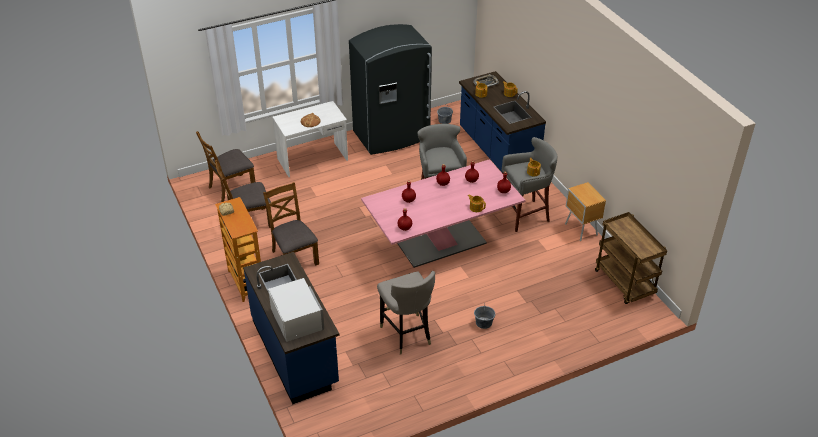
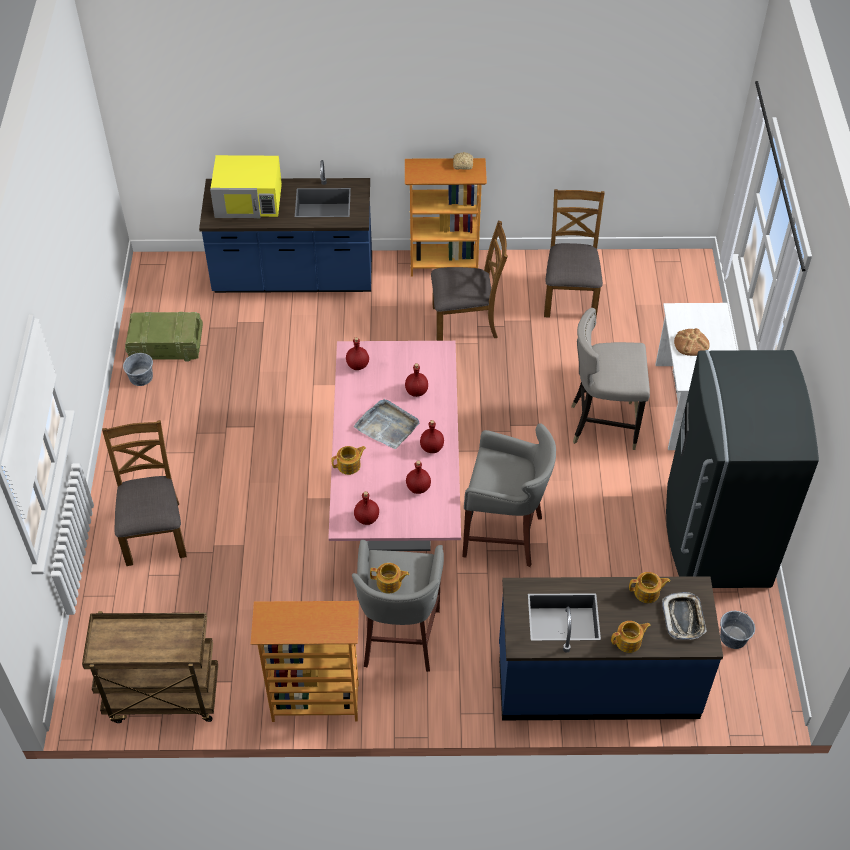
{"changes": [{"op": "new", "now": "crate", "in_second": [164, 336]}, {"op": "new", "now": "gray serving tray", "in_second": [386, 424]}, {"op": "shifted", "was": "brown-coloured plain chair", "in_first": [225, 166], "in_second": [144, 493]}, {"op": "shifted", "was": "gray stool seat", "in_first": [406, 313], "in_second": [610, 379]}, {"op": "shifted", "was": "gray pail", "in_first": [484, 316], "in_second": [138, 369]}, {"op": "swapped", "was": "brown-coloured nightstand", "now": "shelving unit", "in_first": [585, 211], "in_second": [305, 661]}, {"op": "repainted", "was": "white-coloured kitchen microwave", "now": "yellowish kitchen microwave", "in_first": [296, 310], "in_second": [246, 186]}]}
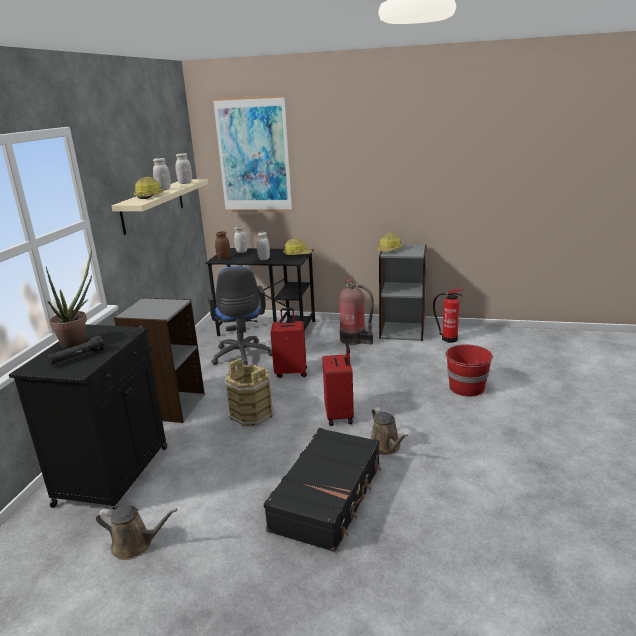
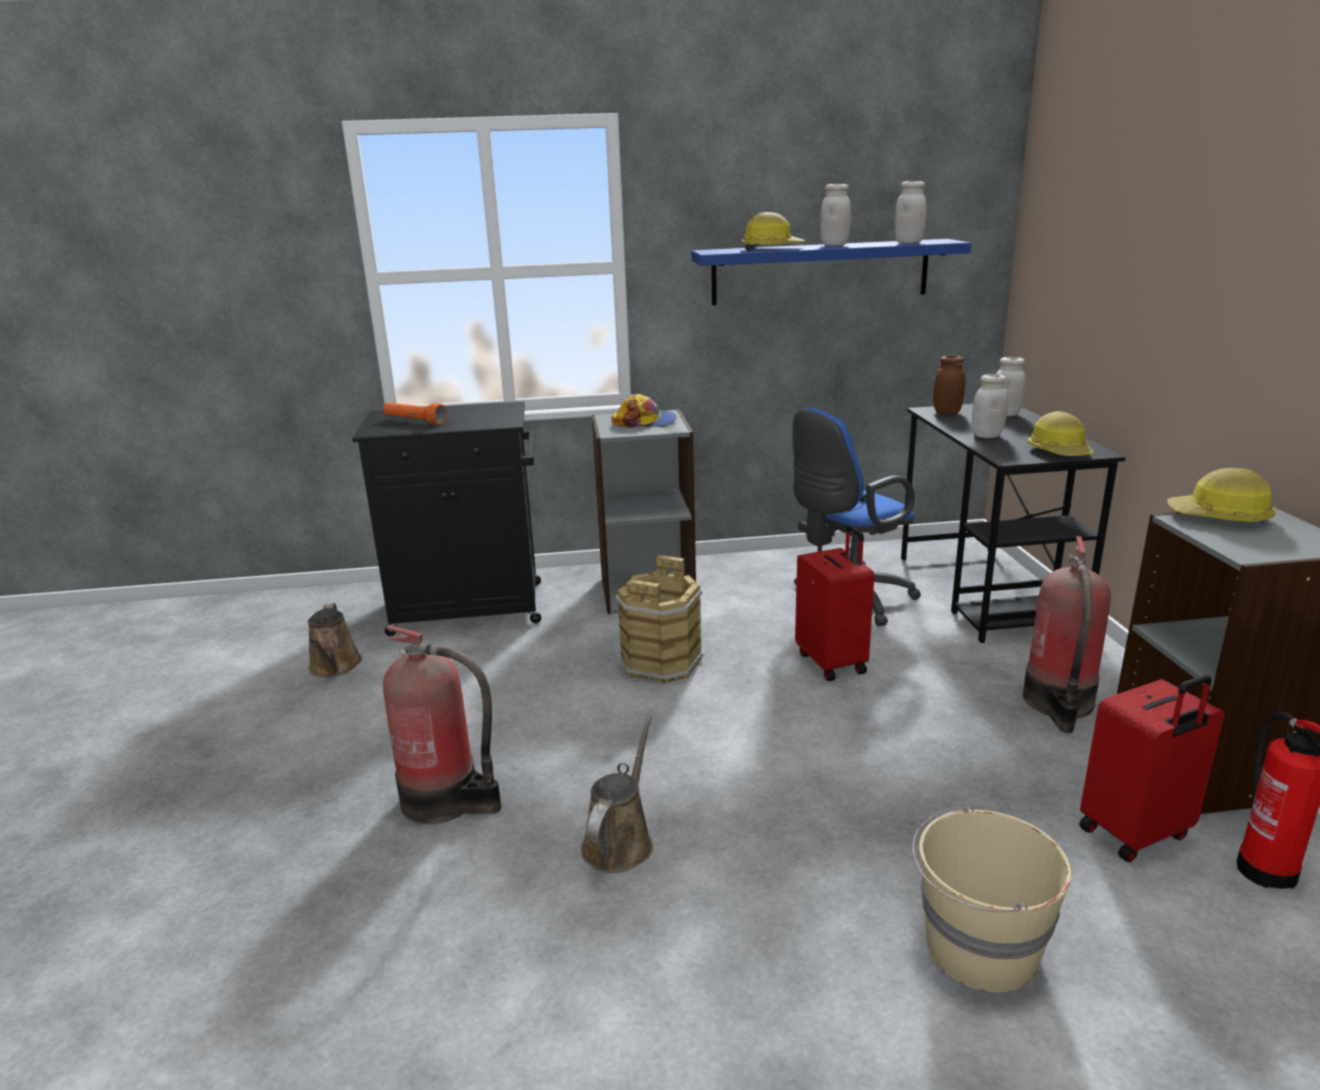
{"changes": [{"op": "gone", "was": "potted plant", "in_first": [69, 299]}, {"op": "gone", "was": "picture", "in_first": [252, 153]}, {"op": "new", "now": "peaked cap", "in_second": [644, 411]}, {"op": "shifted", "was": "red piece of luggage", "in_first": [338, 384], "in_second": [1151, 768]}, {"op": "swapped", "was": "blackish piece of luggage", "now": "extinguisher", "in_first": [322, 490], "in_second": [442, 724]}, {"op": "repainted", "was": "blackish flashlight", "now": "orange-coloured flashlight", "in_first": [76, 349], "in_second": [415, 414]}, {"op": "repainted", "was": "beige shelf", "now": "bluish shelf", "in_first": [160, 207], "in_second": [831, 272]}, {"op": "repainted", "was": "red pail", "now": "beige pail", "in_first": [469, 370], "in_second": [992, 899]}, {"op": "rotated", "was": "brown-coloured watering can", "in_first": [389, 431], "in_second": [617, 794], "clockwise": 150}]}
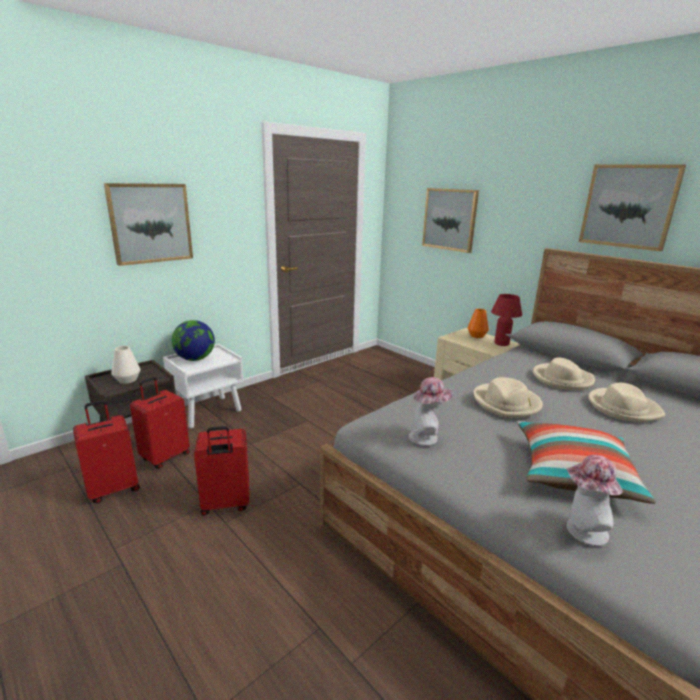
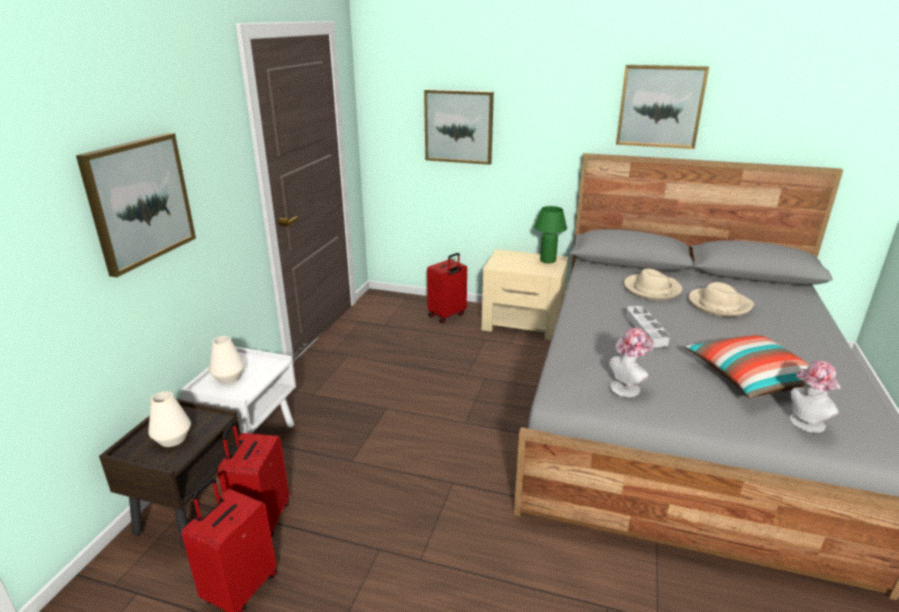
{"changes": [{"op": "gone", "was": "orange-coloured flower vase", "in_first": [478, 323]}, {"op": "shifted", "was": "red piece of luggage", "in_first": [221, 471], "in_second": [447, 288]}, {"op": "swapped", "was": "desk globe", "now": "white-coloured flower vase", "in_first": [193, 340], "in_second": [226, 360]}, {"op": "swapped", "was": "beige clothing hat", "now": "gray serving tray", "in_first": [508, 397], "in_second": [648, 326]}, {"op": "repainted", "was": "red table lamp", "now": "green-coloured table lamp", "in_first": [506, 320], "in_second": [550, 234]}]}
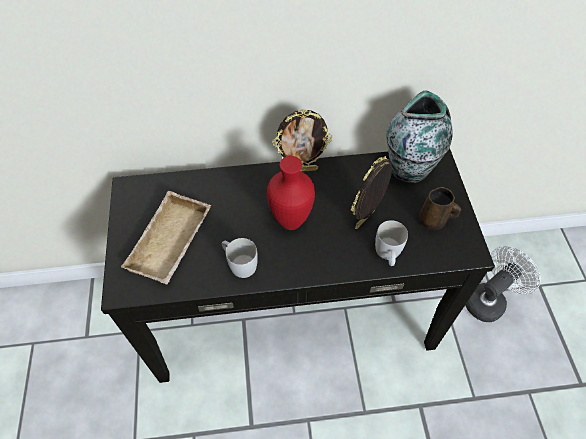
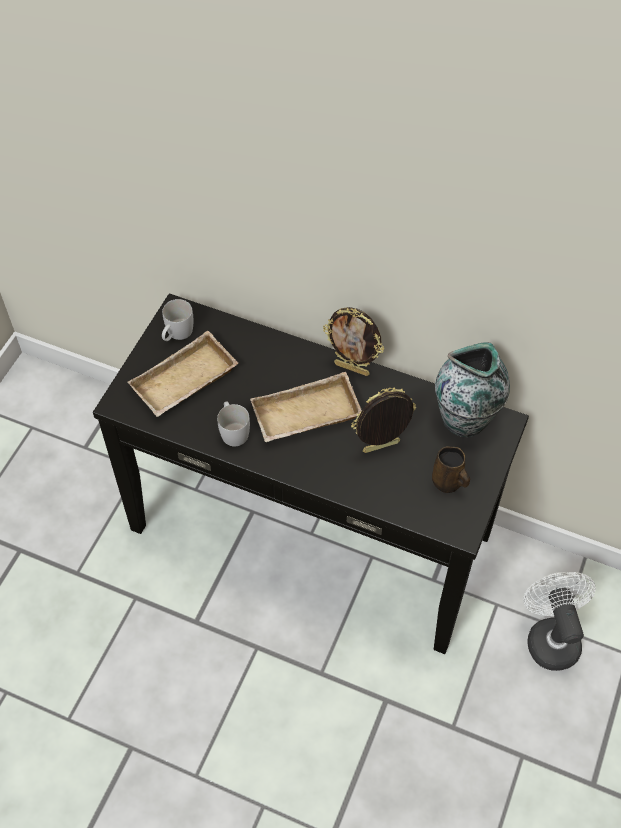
{"changes": [{"op": "shifted", "was": "white-coloured mug", "in_first": [391, 243], "in_second": [177, 320]}, {"op": "swapped", "was": "red flower vase", "now": "beige serving tray", "in_first": [291, 193], "in_second": [306, 407]}, {"op": "rotated", "was": "white-coloured electric fan", "in_first": [503, 284], "in_second": [559, 621], "clockwise": -90}]}
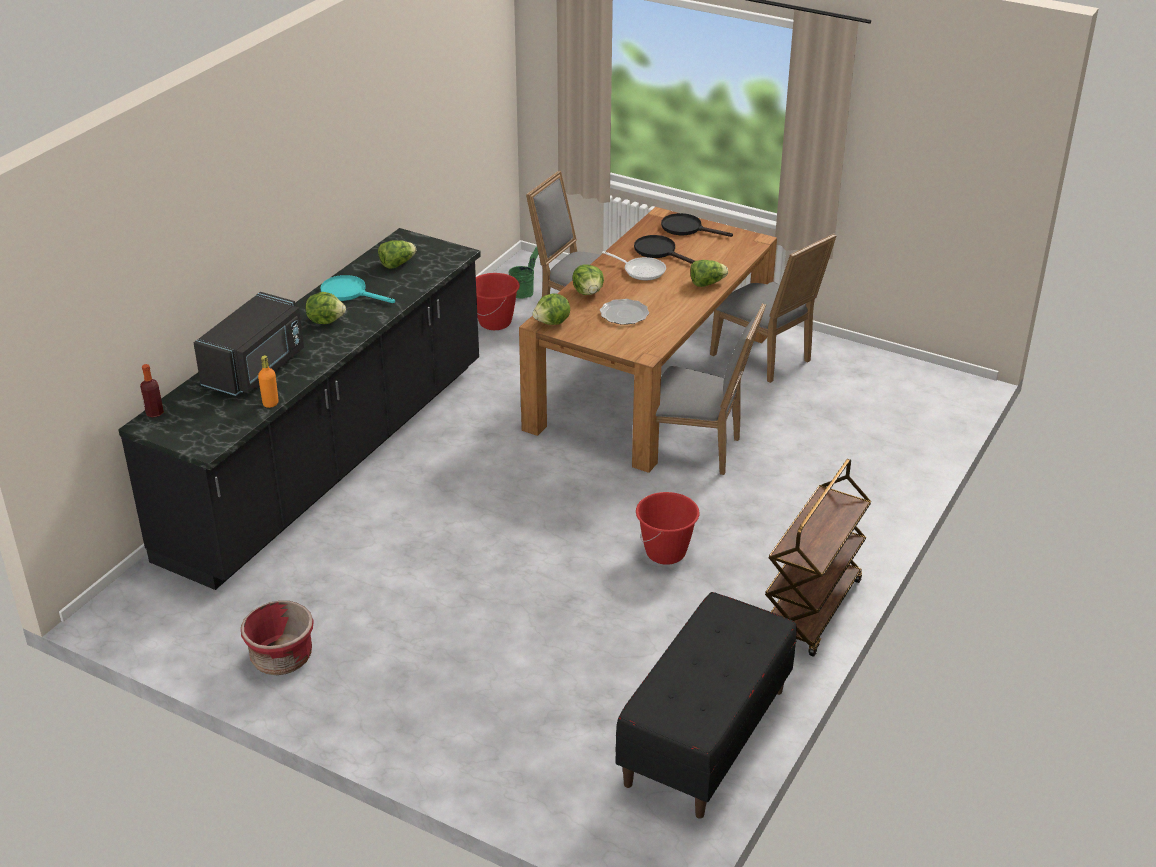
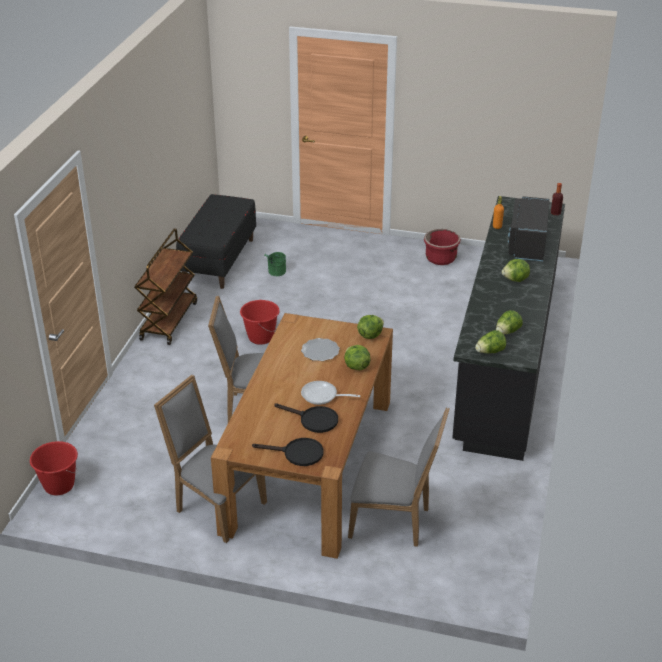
{"changes": [{"op": "gone", "was": "turquoise pan", "in_first": [357, 289]}, {"op": "shifted", "was": "red pail", "in_first": [498, 301], "in_second": [54, 468]}, {"op": "shifted", "was": "green-coloured pail", "in_first": [523, 273], "in_second": [275, 264]}, {"op": "shifted", "was": "lettuce", "in_first": [709, 273], "in_second": [490, 341]}]}
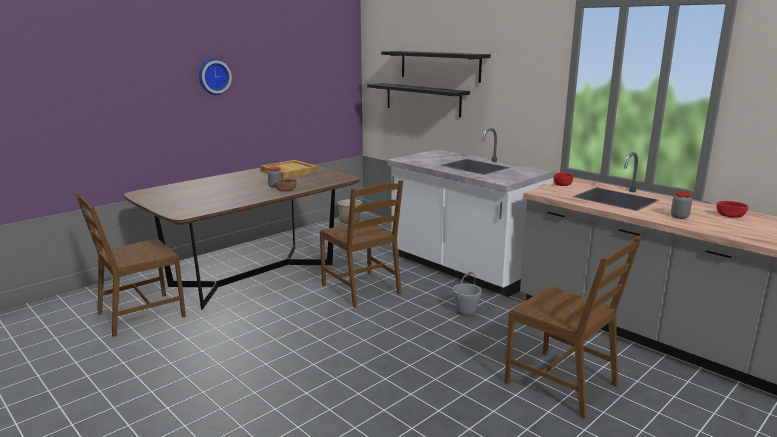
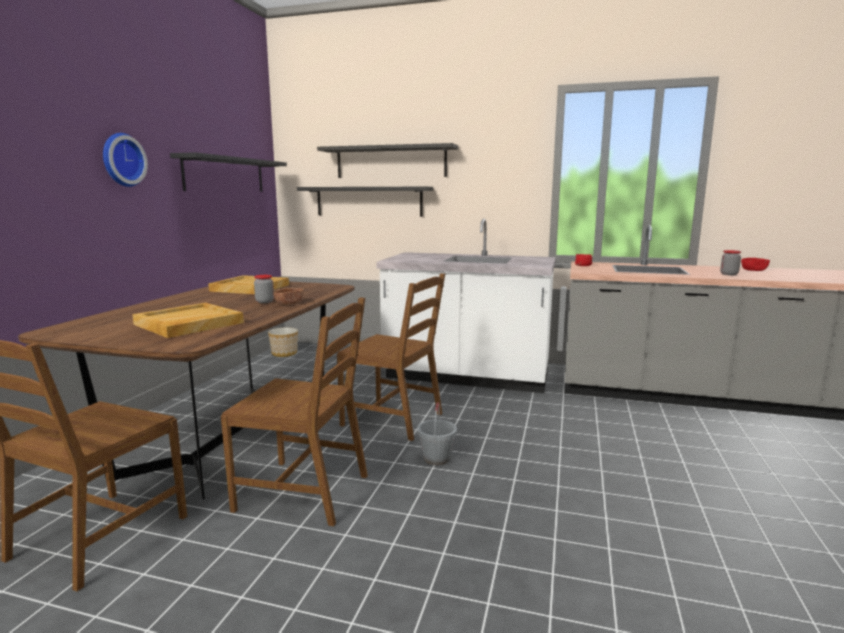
{"changes": [{"op": "new", "now": "beige serving tray", "in_second": [188, 320]}, {"op": "new", "now": "blackish shelf", "in_second": [228, 172]}, {"op": "shifted", "was": "gray pail", "in_first": [467, 293], "in_second": [437, 433]}, {"op": "shifted", "was": "brown-coloured plain chair", "in_first": [572, 328], "in_second": [294, 411]}]}
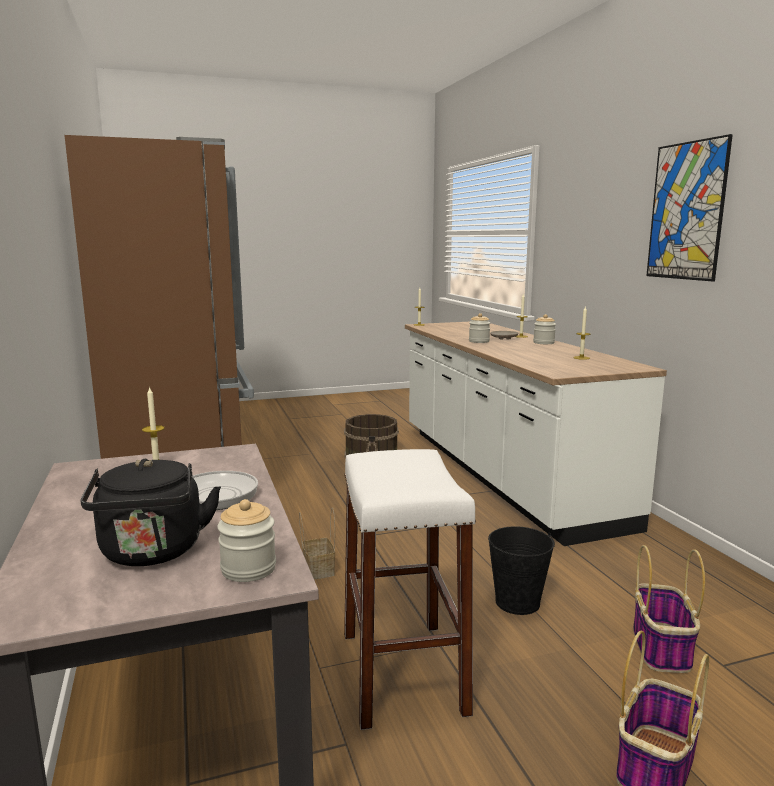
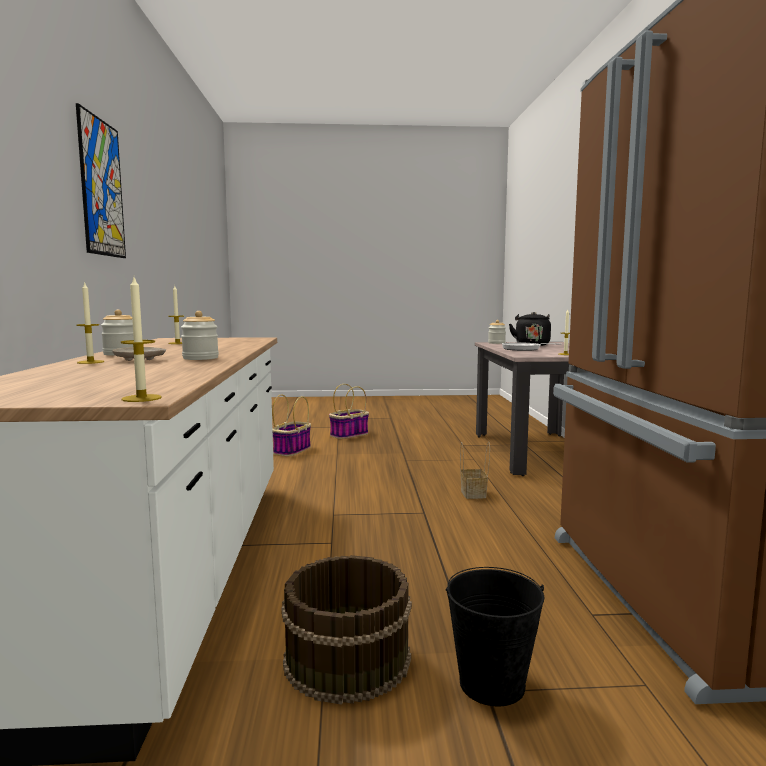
{"changes": [{"op": "gone", "was": "white-coloured stool seat", "in_first": [410, 589]}, {"op": "shifted", "was": "blackish pail", "in_first": [521, 570], "in_second": [494, 636]}]}
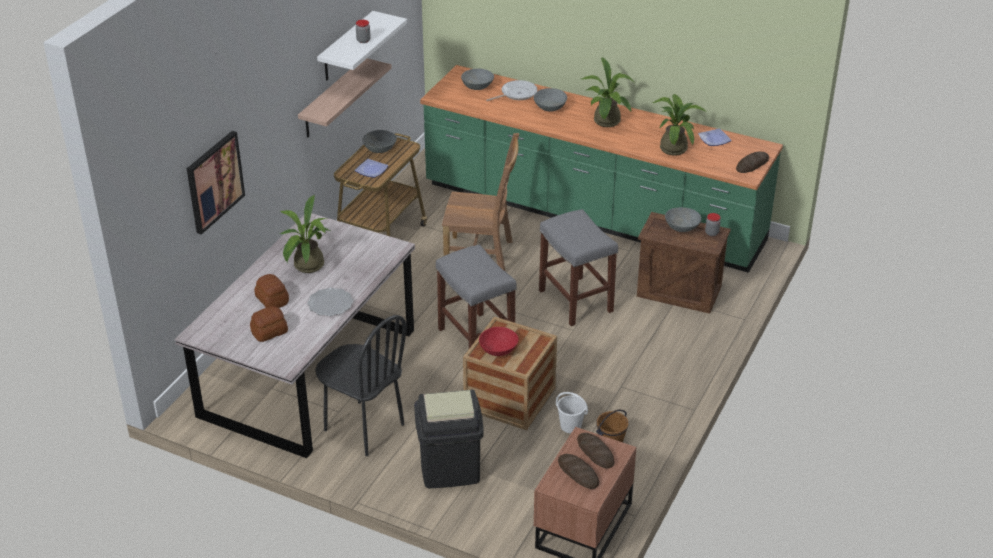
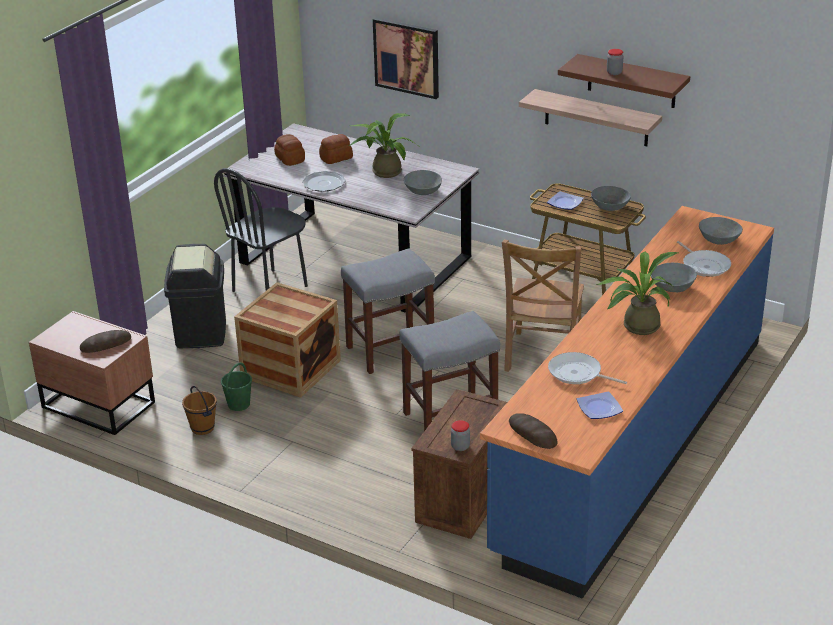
{"changes": [{"op": "gone", "was": "red deep dish", "in_first": [499, 341]}, {"op": "gone", "was": "baked bread", "in_first": [578, 471]}, {"op": "shifted", "was": "gray deep dish", "in_first": [683, 219], "in_second": [423, 182]}, {"op": "swapped", "was": "potted plant", "now": "pan", "in_first": [679, 125], "in_second": [587, 368]}, {"op": "repainted", "was": "white-coloured shelf", "now": "brown-coloured shelf", "in_first": [362, 45], "in_second": [624, 81]}, {"op": "repainted", "was": "green-coloured kitchen base unit", "now": "bluish kitchen base unit", "in_first": [601, 169], "in_second": [627, 402]}, {"op": "repainted", "was": "white-coloured pail", "now": "green-coloured pail", "in_first": [572, 412], "in_second": [236, 387]}]}
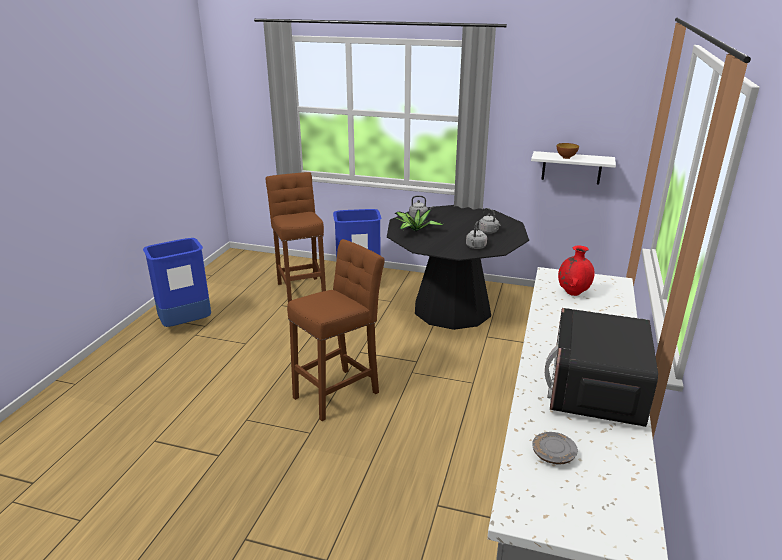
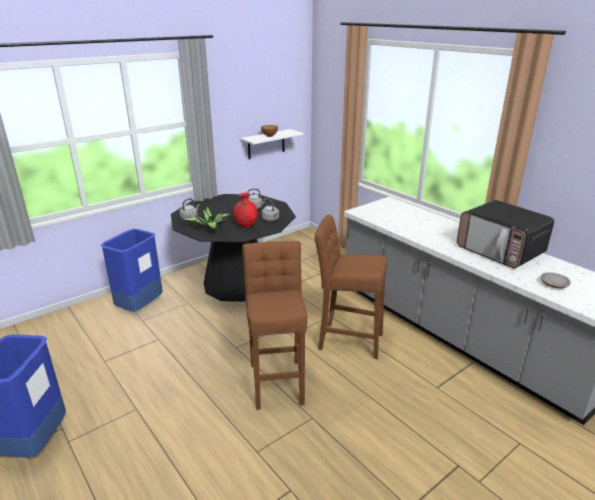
{"changes": [{"op": "shifted", "was": "brown-coloured stool seat", "in_first": [296, 237], "in_second": [350, 286]}, {"op": "shifted", "was": "red flower vase", "in_first": [576, 271], "in_second": [246, 210]}]}
